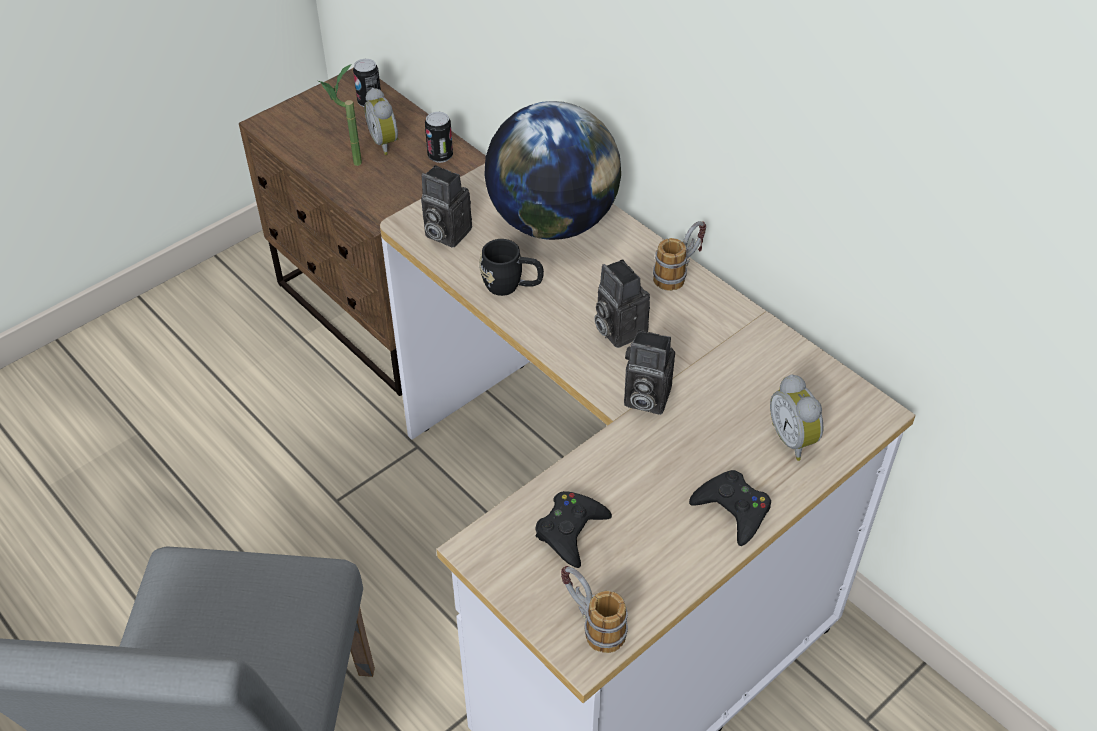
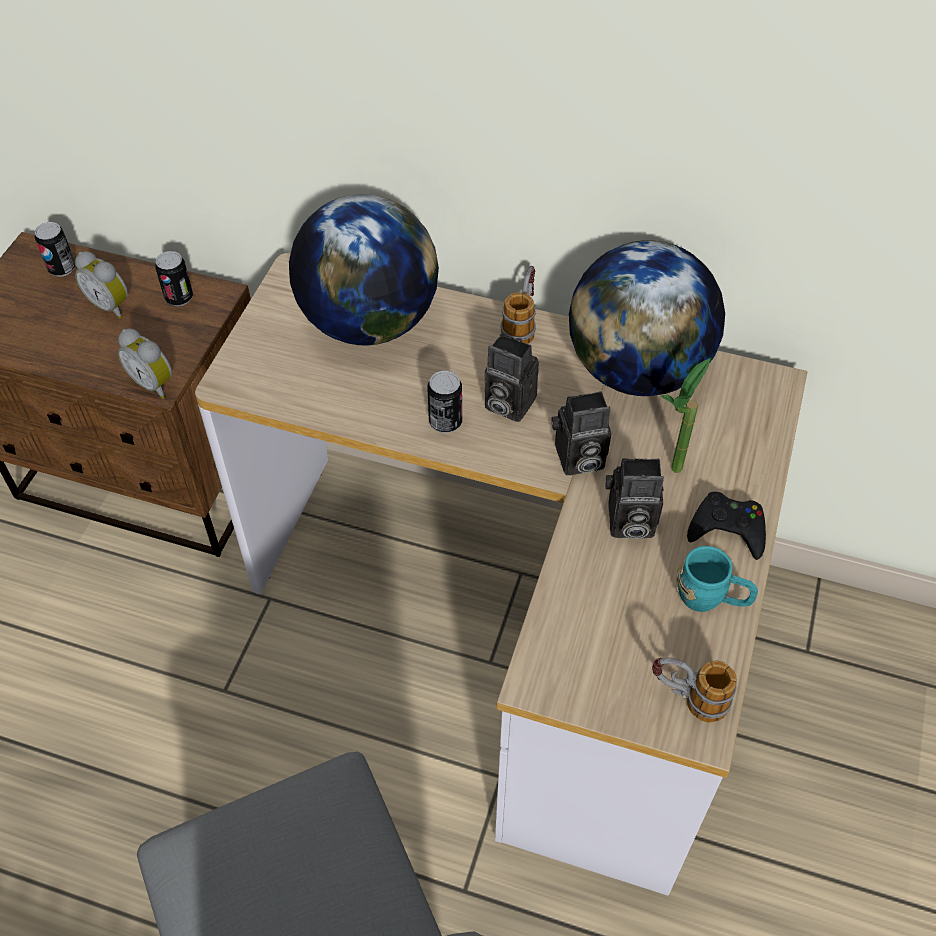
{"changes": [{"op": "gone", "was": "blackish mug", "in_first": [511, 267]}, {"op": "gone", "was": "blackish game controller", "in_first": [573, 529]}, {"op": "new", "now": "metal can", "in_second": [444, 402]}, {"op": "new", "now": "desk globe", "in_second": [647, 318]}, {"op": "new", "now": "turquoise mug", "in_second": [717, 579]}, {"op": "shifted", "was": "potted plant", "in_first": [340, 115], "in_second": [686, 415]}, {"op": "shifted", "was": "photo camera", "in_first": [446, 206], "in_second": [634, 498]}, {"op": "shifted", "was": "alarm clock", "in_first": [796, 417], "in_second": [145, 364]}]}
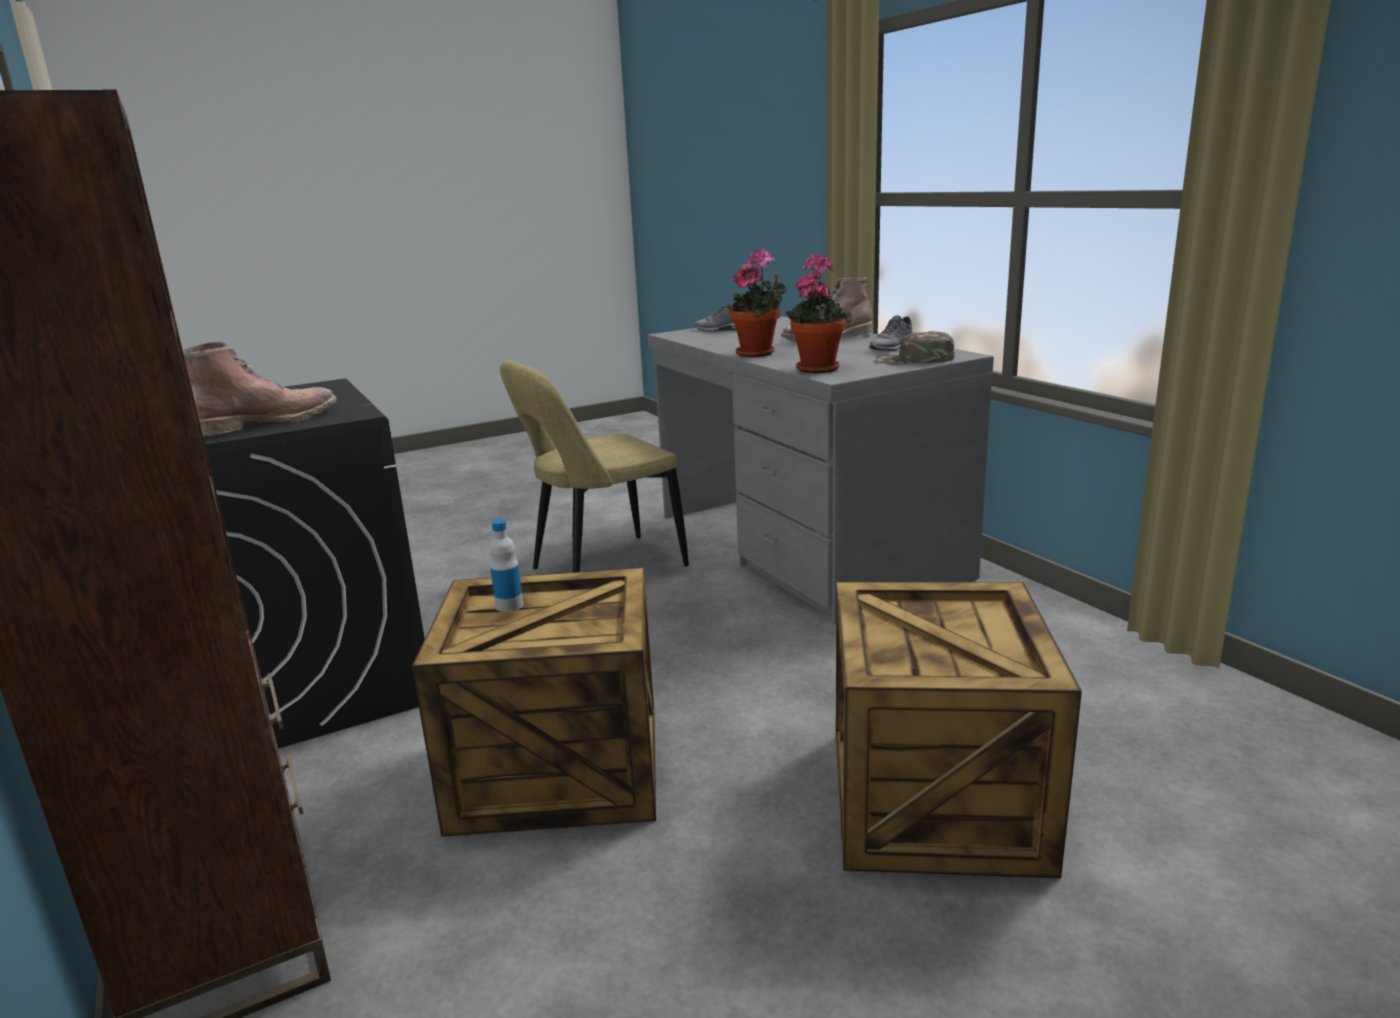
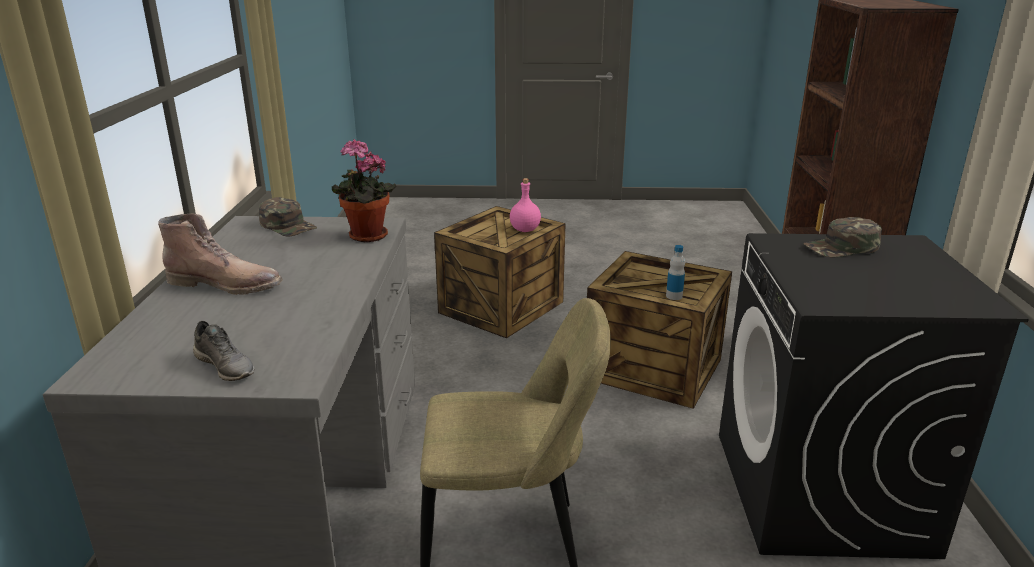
{"changes": [{"op": "gone", "was": "potted plant", "in_first": [759, 302]}, {"op": "gone", "was": "gray shoe", "in_first": [890, 333]}, {"op": "new", "now": "pink-coloured drink bottle", "in_second": [525, 205]}, {"op": "swapped", "was": "brown-coloured boot", "now": "green-coloured peaked cap", "in_first": [260, 388], "in_second": [842, 237]}]}
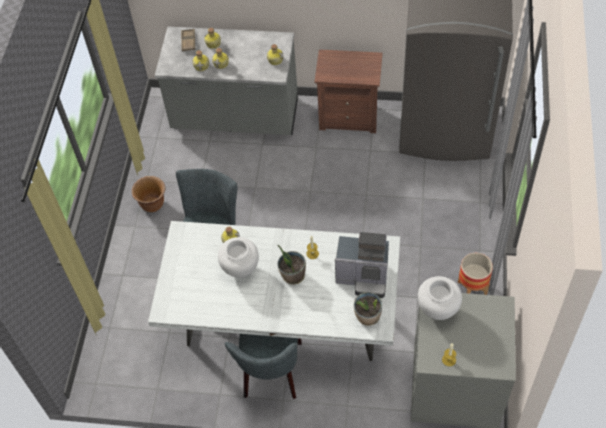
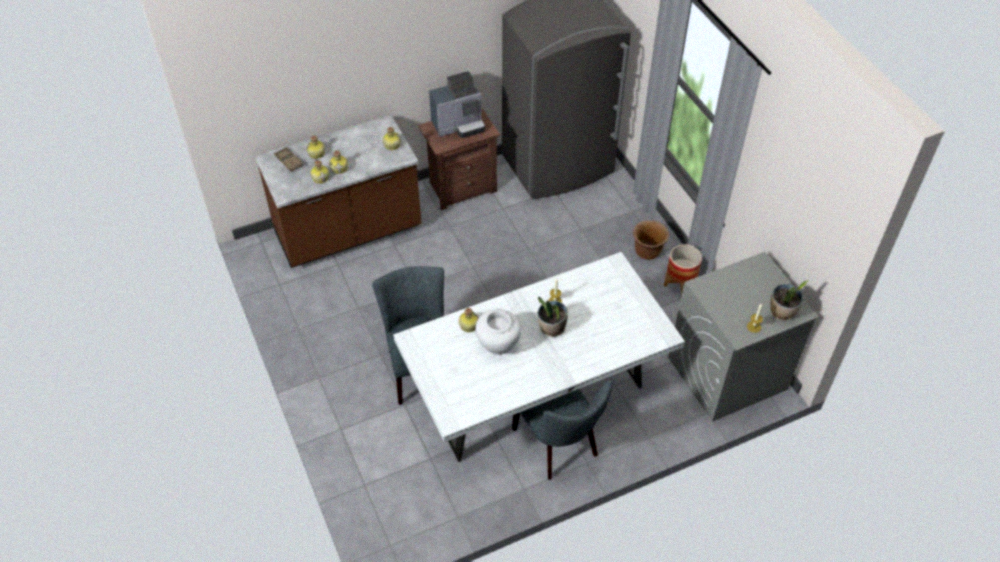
{"changes": [{"op": "gone", "was": "white-coloured flower vase", "in_first": [440, 298]}, {"op": "shifted", "was": "brown-coloured plant pot", "in_first": [148, 194], "in_second": [651, 240]}, {"op": "shifted", "was": "coffee maker", "in_first": [362, 265], "in_second": [457, 104]}, {"op": "shifted", "was": "potted plant", "in_first": [368, 309], "in_second": [789, 300]}, {"op": "repainted", "was": "gray kitchen base unit", "now": "brown-coloured kitchen base unit", "in_first": [226, 81], "in_second": [338, 191]}]}
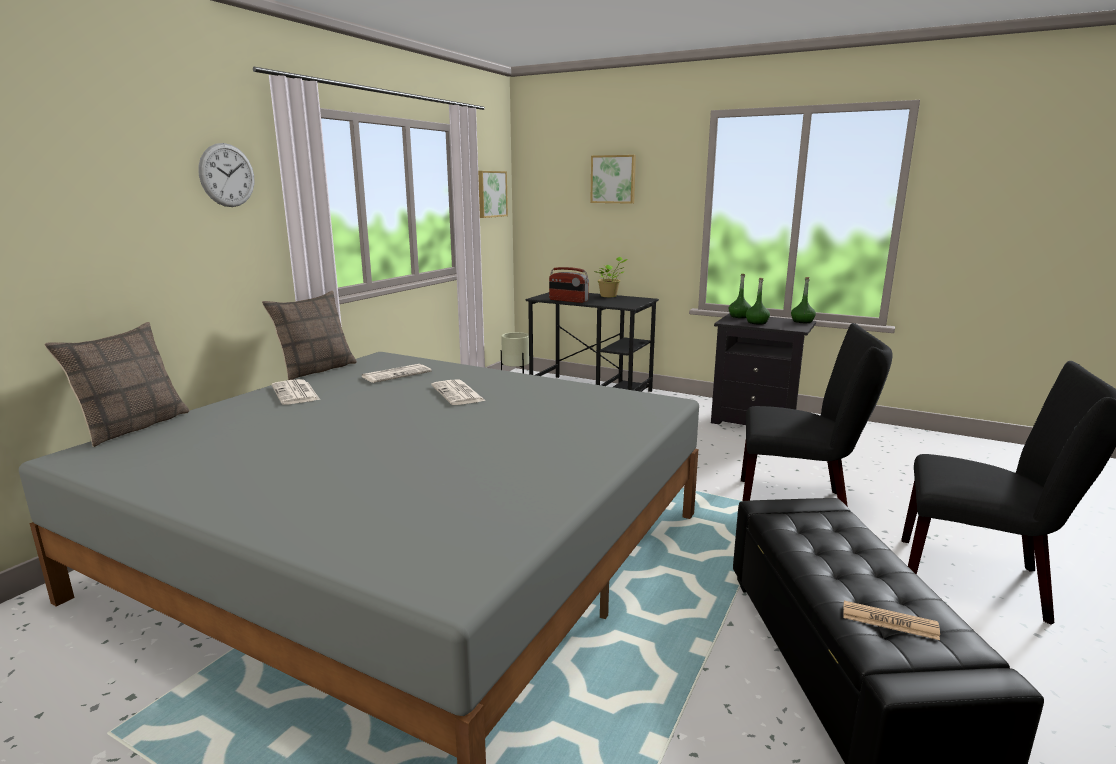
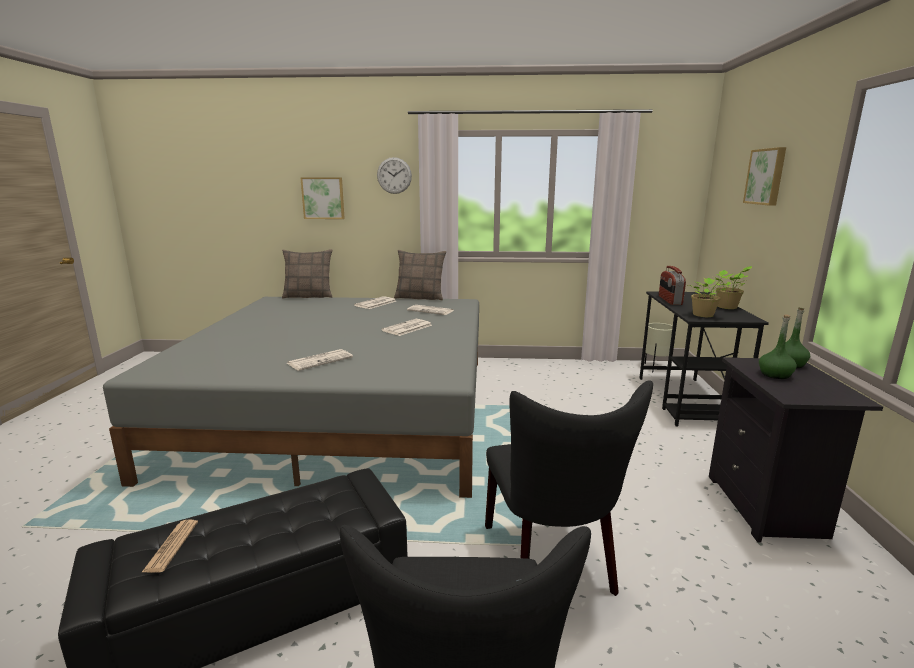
{"changes": [{"op": "gone", "was": "green-coloured drink bottle", "in_first": [803, 300]}, {"op": "new", "now": "newspaper", "in_second": [320, 360]}, {"op": "new", "now": "potted plant", "in_second": [710, 293]}, {"op": "shifted", "was": "picture", "in_first": [493, 194], "in_second": [322, 198]}]}
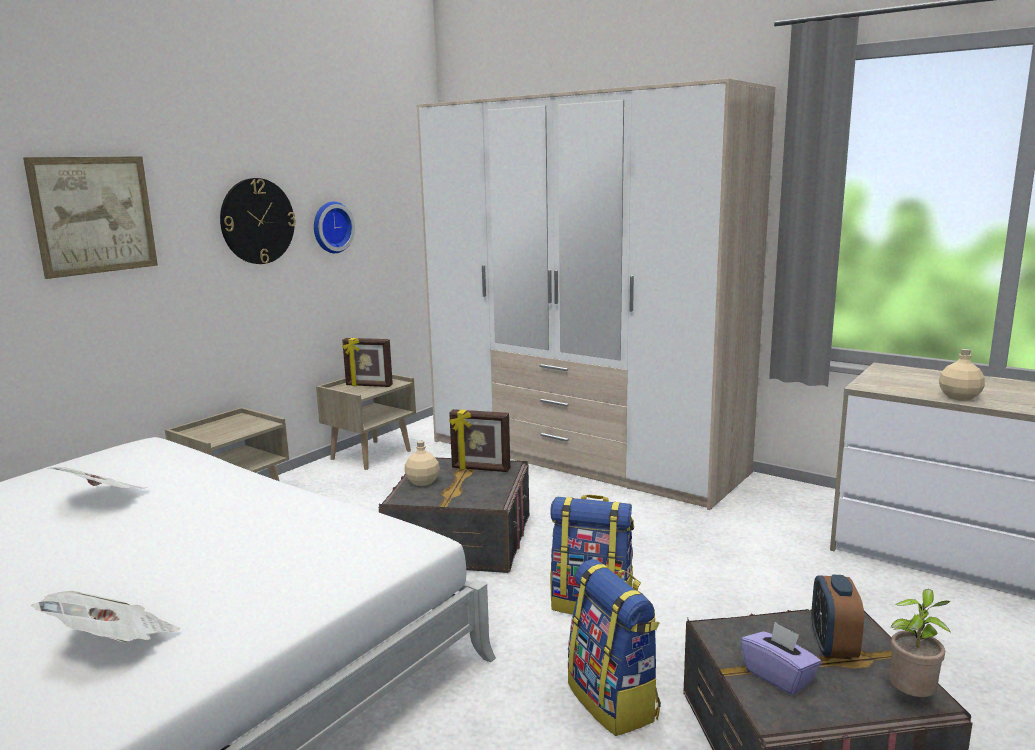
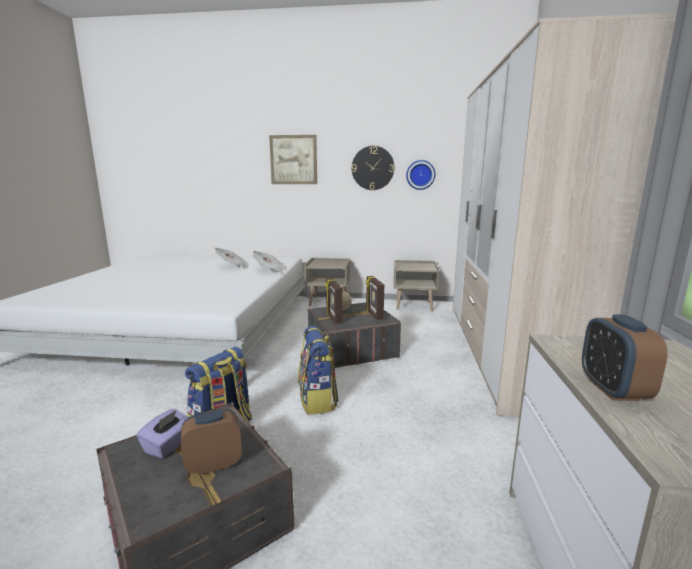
{"changes": [{"op": "gone", "was": "potted plant", "in_first": [920, 643]}, {"op": "shifted", "was": "newspaper", "in_first": [105, 616], "in_second": [268, 261]}, {"op": "shifted", "was": "photo frame", "in_first": [367, 362], "in_second": [333, 302]}, {"op": "swapped", "was": "beige drink bottle", "now": "alarm clock", "in_first": [962, 375], "in_second": [625, 357]}]}
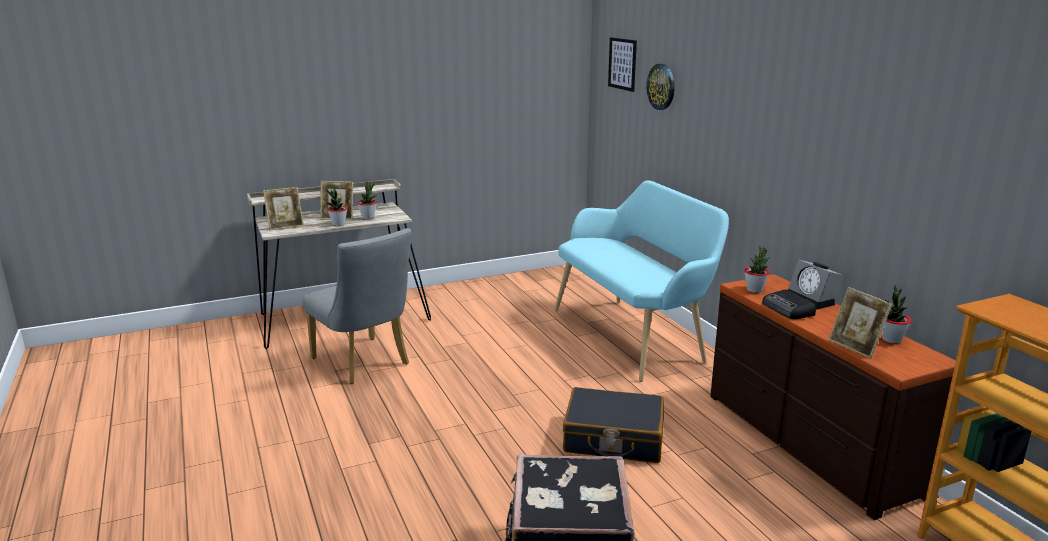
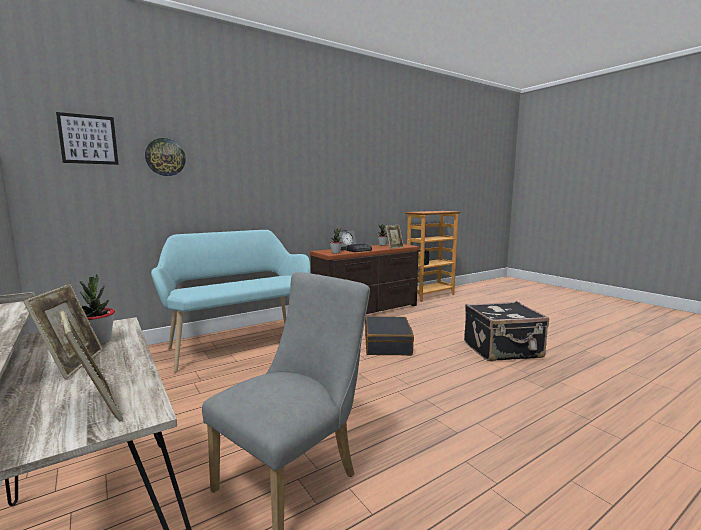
{"changes": [{"op": "gone", "was": "potted plant", "in_first": [336, 207]}]}
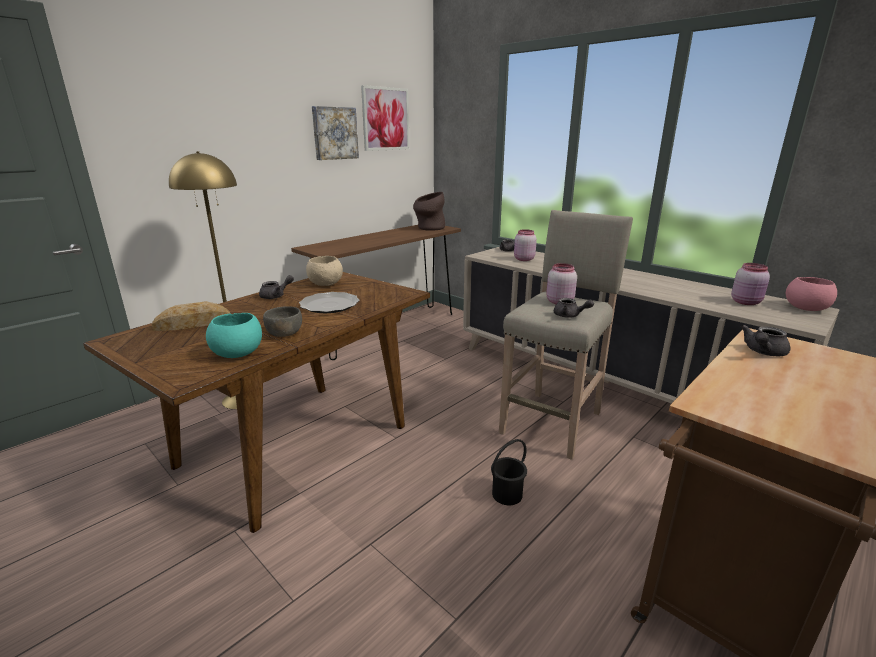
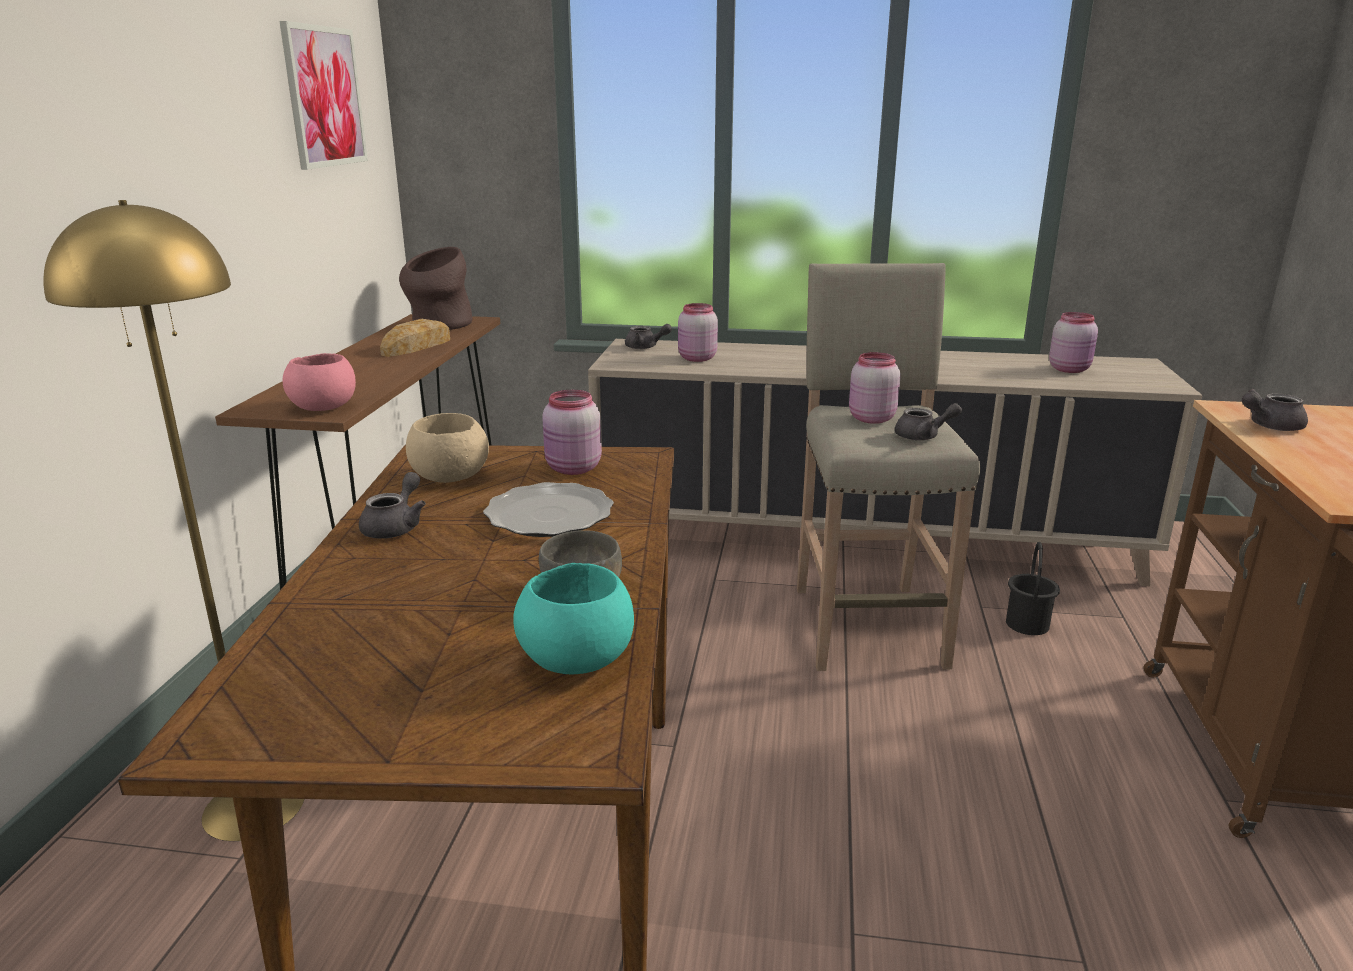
{"changes": [{"op": "gone", "was": "picture", "in_first": [335, 133]}, {"op": "new", "now": "pink-coloured preserve jar", "in_second": [572, 432]}, {"op": "shifted", "was": "baked bread", "in_first": [191, 316], "in_second": [415, 338]}, {"op": "shifted", "was": "blackish pail", "in_first": [509, 472], "in_second": [1033, 588]}, {"op": "shifted", "was": "pink-coloured deep dish", "in_first": [811, 294], "in_second": [319, 382]}, {"op": "rotated", "was": "gray pot for tea", "in_first": [765, 340], "in_second": [1275, 410], "clockwise": 60}]}
